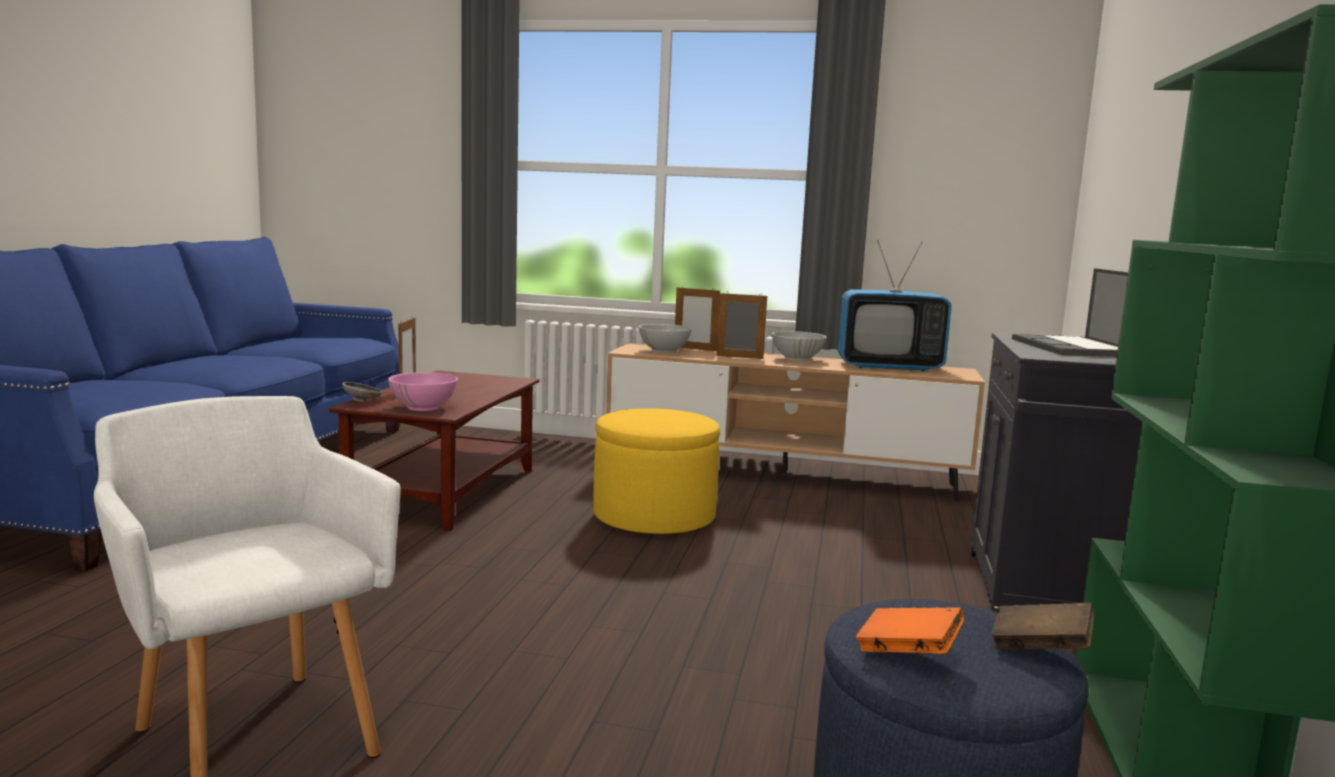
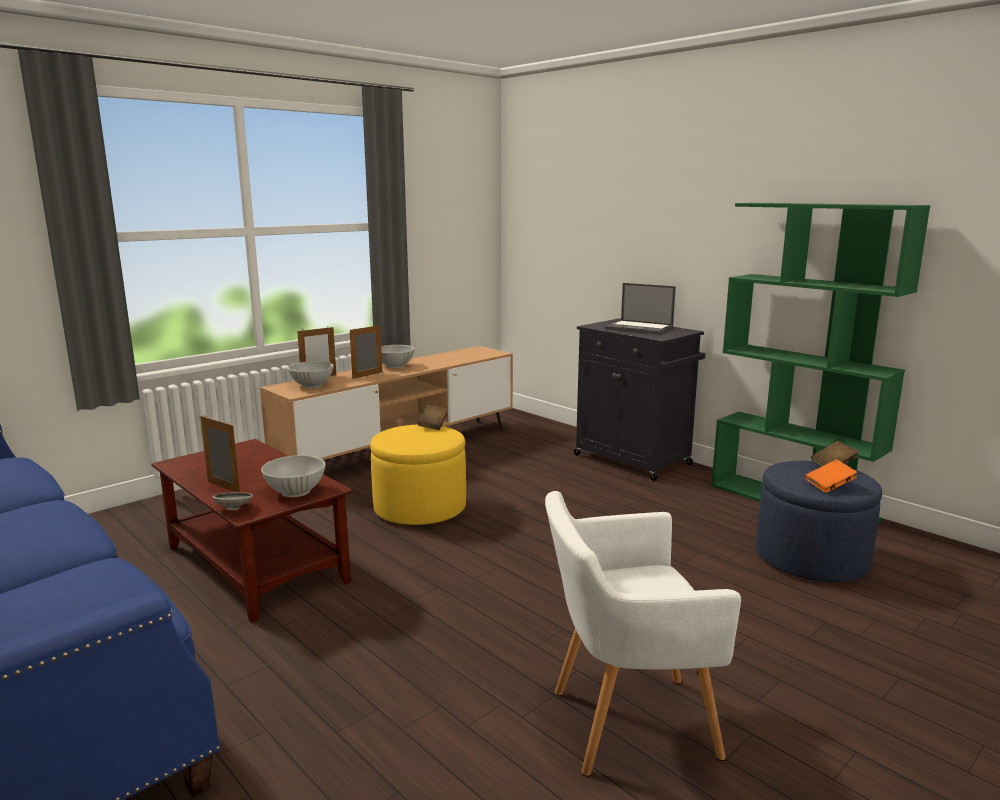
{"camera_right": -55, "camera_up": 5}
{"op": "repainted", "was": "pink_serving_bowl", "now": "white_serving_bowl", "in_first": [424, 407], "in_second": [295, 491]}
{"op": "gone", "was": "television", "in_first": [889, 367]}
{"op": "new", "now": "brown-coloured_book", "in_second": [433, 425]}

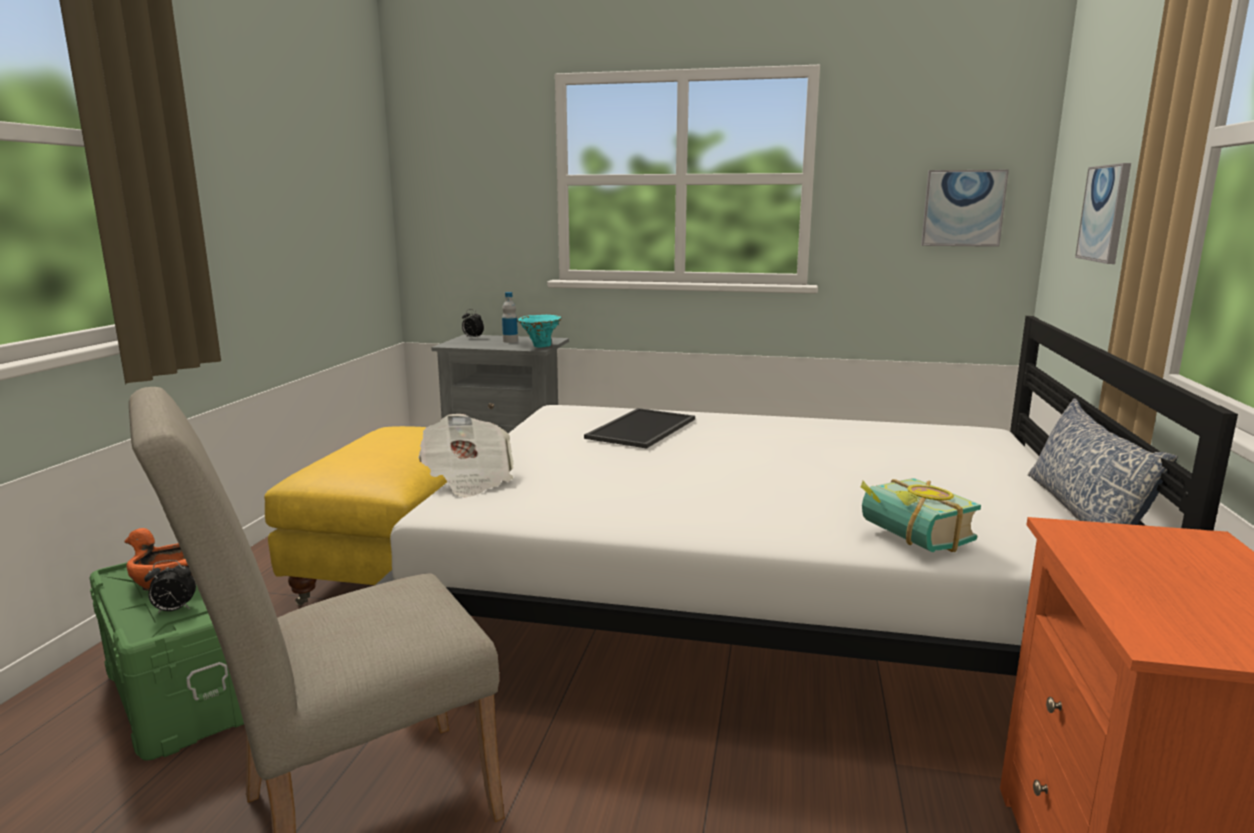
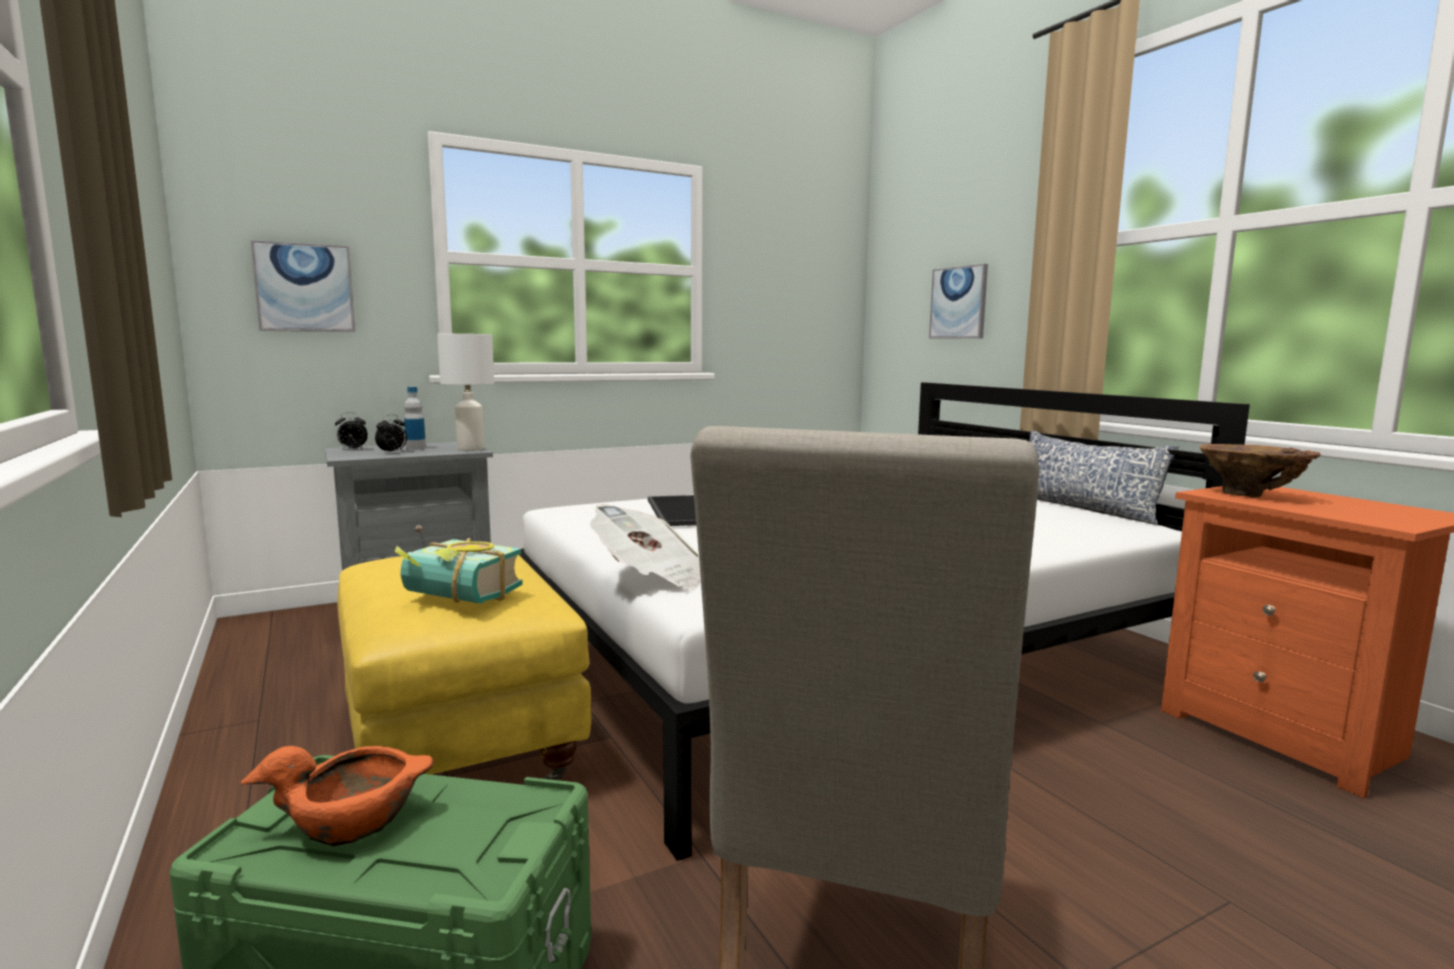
{"camera_right": -40, "camera_up": -5}
{"op": "shifted", "was": "alarm_clock", "in_first": [174, 610], "in_second": [392, 452]}
{"op": "swapped", "was": "turquoise_flower_vase", "now": "white_lamp_for_a_table", "in_first": [539, 346], "in_second": [470, 449]}
{"op": "shifted", "was": "book", "in_first": [908, 538], "in_second": [455, 598]}
{"op": "shifted", "was": "wall_picture", "in_first": [963, 208], "in_second": [304, 288]}
{"op": "new", "now": "brown-coloured_flower_vase", "in_second": [1251, 496]}

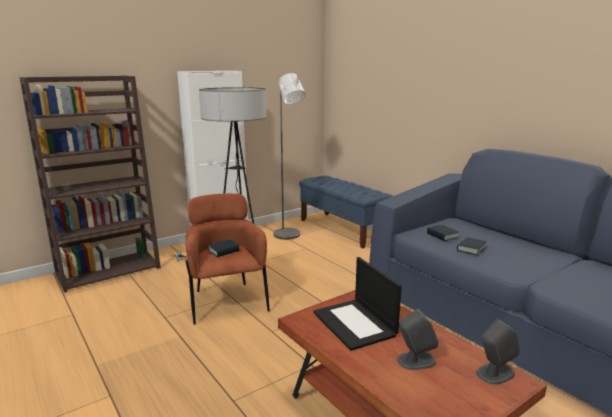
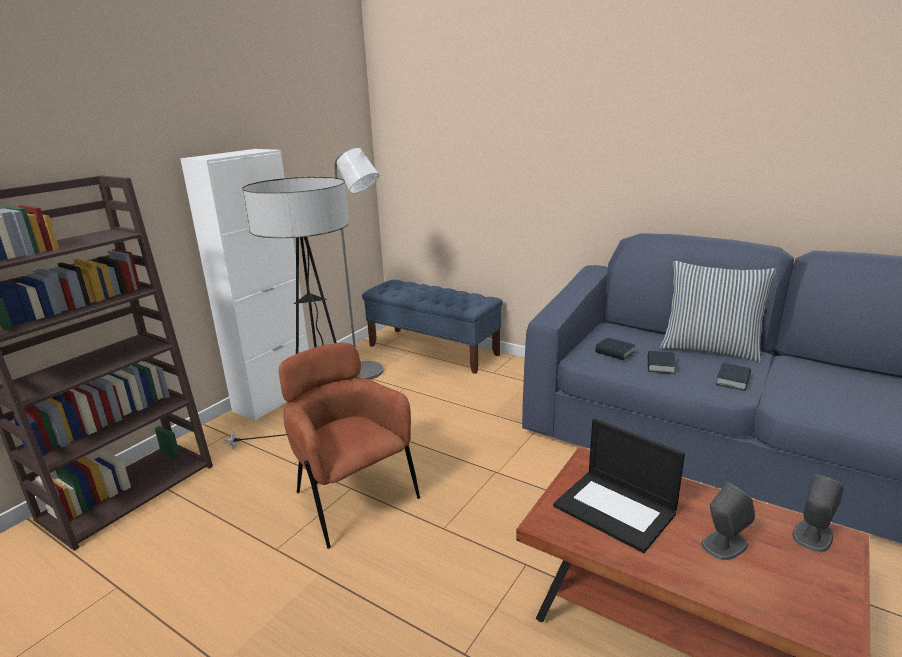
{"camera_right": -20, "camera_up": 5}
{"op": "shifted", "was": "book", "in_first": [223, 251], "in_second": [733, 380]}
{"op": "new", "now": "cushion", "in_second": [710, 349]}

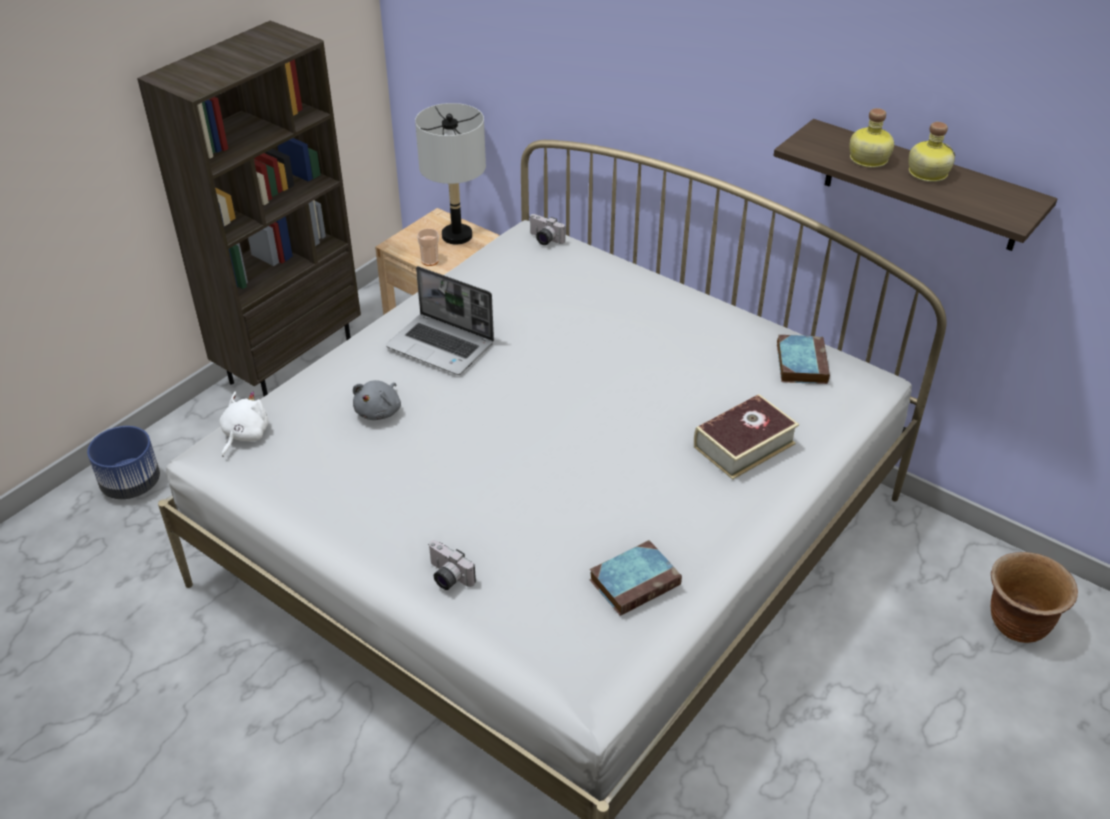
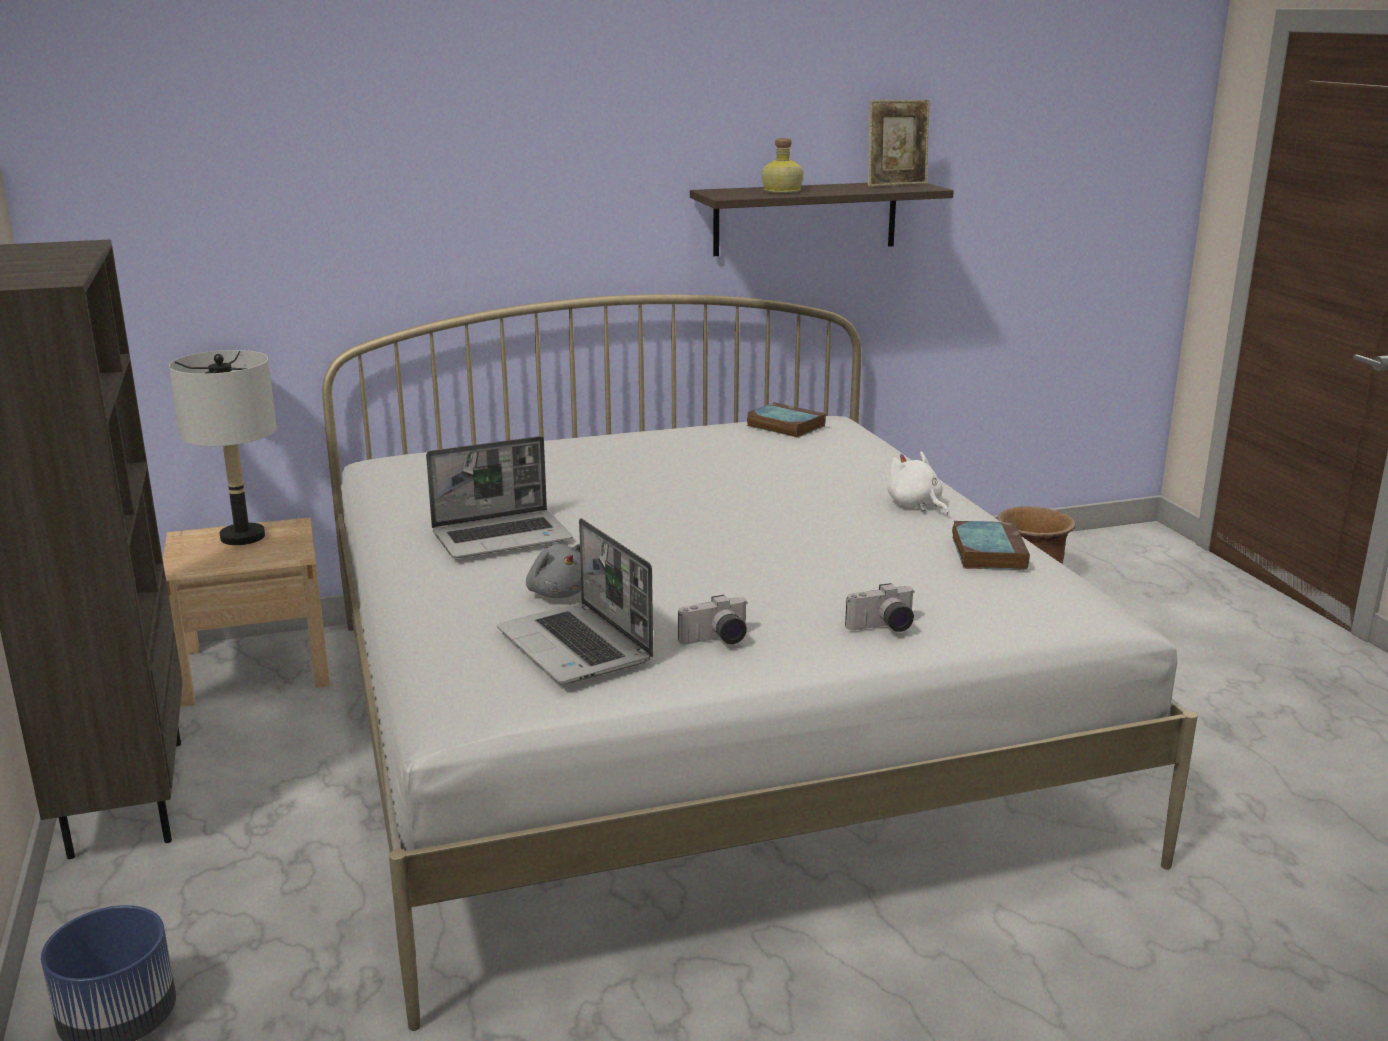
{"camera_right": -55, "camera_up": -20}
{"op": "shifted", "was": "white_cuddly_toy", "in_first": [244, 435], "in_second": [915, 505]}
{"op": "gone", "was": "cup", "in_first": [430, 261]}
{"op": "shifted", "was": "still_camera", "in_first": [544, 240], "in_second": [716, 640]}
{"op": "gone", "was": "book", "in_first": [744, 445]}
{"op": "gone", "was": "drink_bottle", "in_first": [926, 172]}
{"op": "new", "now": "laptop", "in_second": [577, 647]}
{"op": "new", "now": "standing_frame", "in_second": [896, 185]}

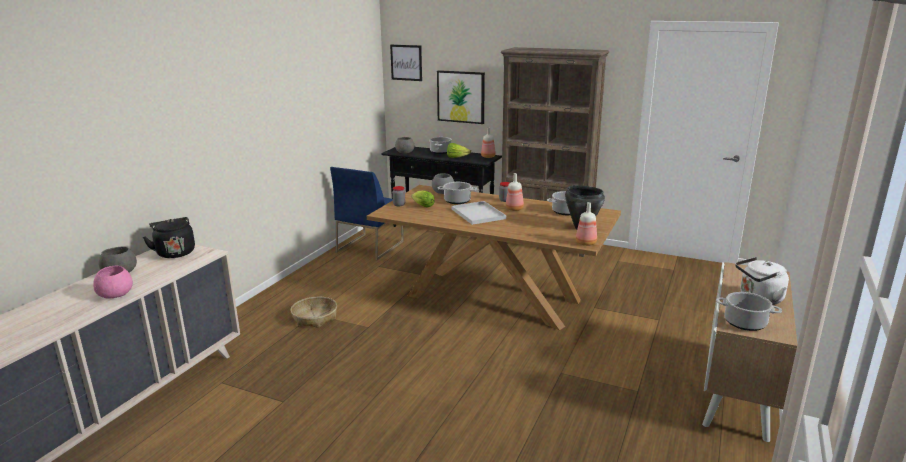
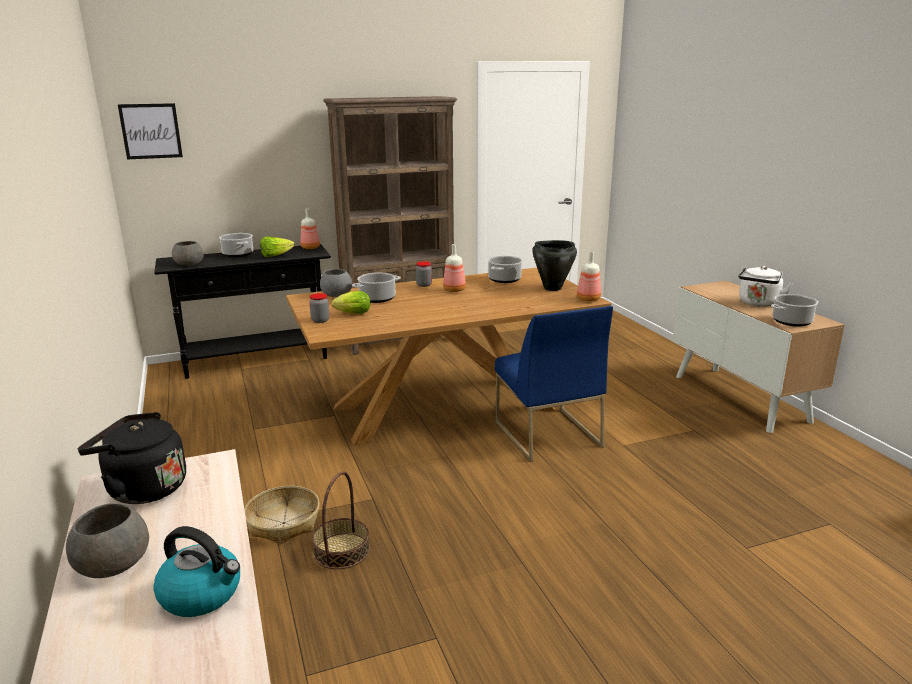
{"camera_right": -45, "camera_up": 0}
{"op": "swapped", "was": "pink_serving_bowl", "now": "kettle", "in_first": [115, 294], "in_second": [202, 594]}
{"op": "shifted", "was": "blue_chair", "in_first": [370, 246], "in_second": [546, 434]}
{"op": "gone", "was": "wall_picture", "in_first": [461, 96]}
{"op": "gone", "was": "white_tray", "in_first": [477, 213]}
{"op": "new", "now": "household_basket", "in_second": [341, 551]}

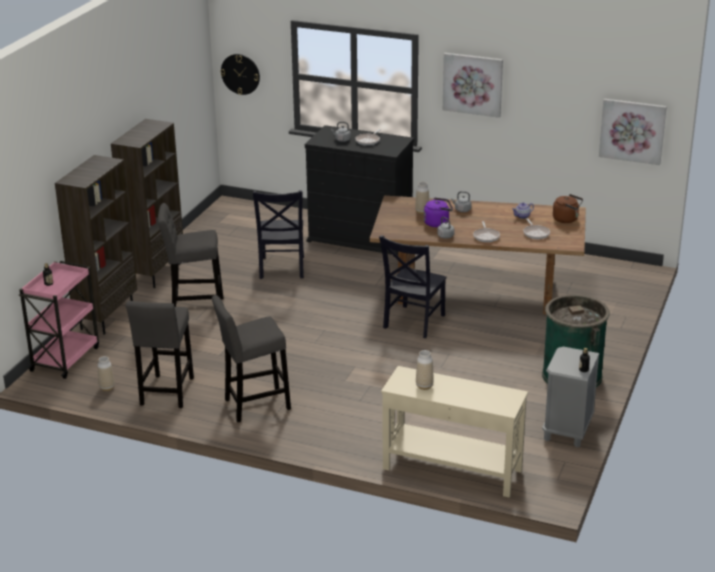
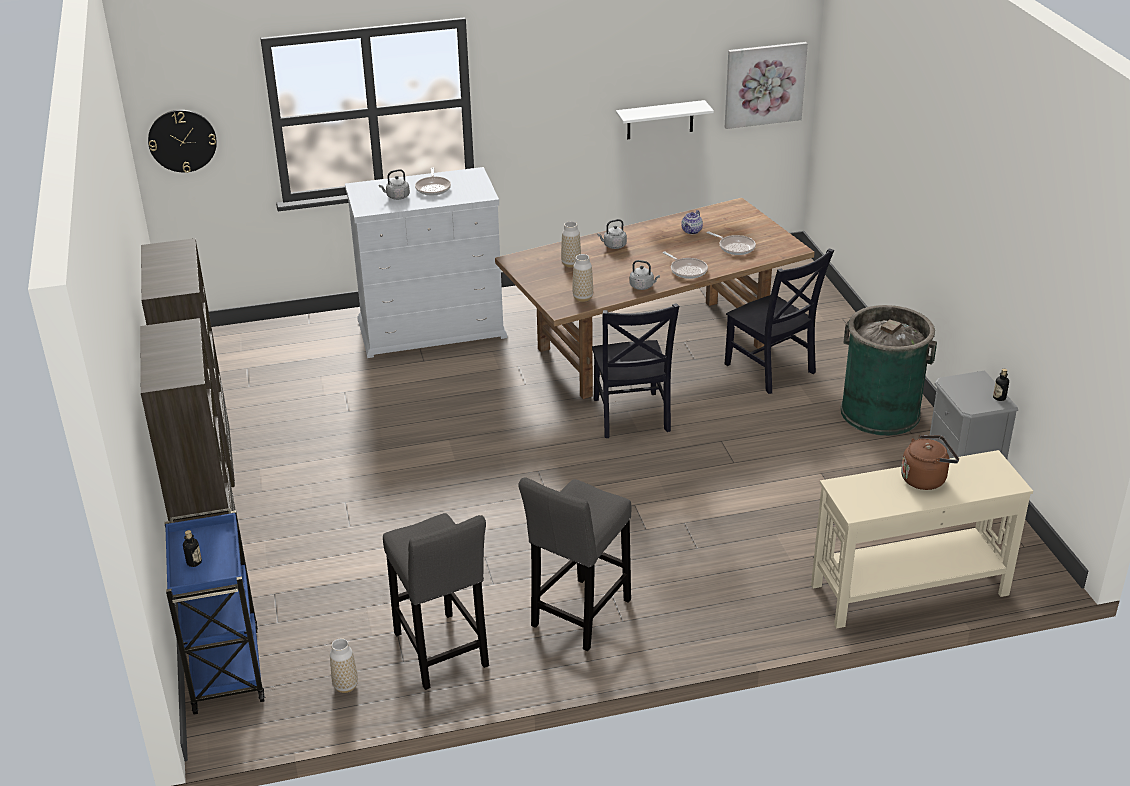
{"camera_right": -35, "camera_up": 5}
{"op": "repainted", "was": "pink_trolley", "now": "blue_trolley", "in_first": [66, 358], "in_second": [226, 668]}
{"op": "gone", "was": "greyish_stool", "in_first": [194, 307]}
{"op": "shifted", "was": "blackish_chair", "in_first": [281, 269], "in_second": [771, 370]}
{"op": "repainted", "was": "blackish_dresser", "now": "white_dresser", "in_first": [361, 238], "in_second": [432, 328]}
{"op": "shifted", "was": "flower_vase", "in_first": [424, 386], "in_second": [582, 298]}
{"op": "gone", "was": "purple_kettle", "in_first": [438, 223]}
{"op": "gone", "was": "wall_picture", "in_first": [473, 84]}
{"op": "shifted", "was": "brown-coloured_kettle", "in_first": [567, 219], "in_second": [925, 479]}
{"op": "new", "now": "white_shelf", "in_second": [660, 120]}

